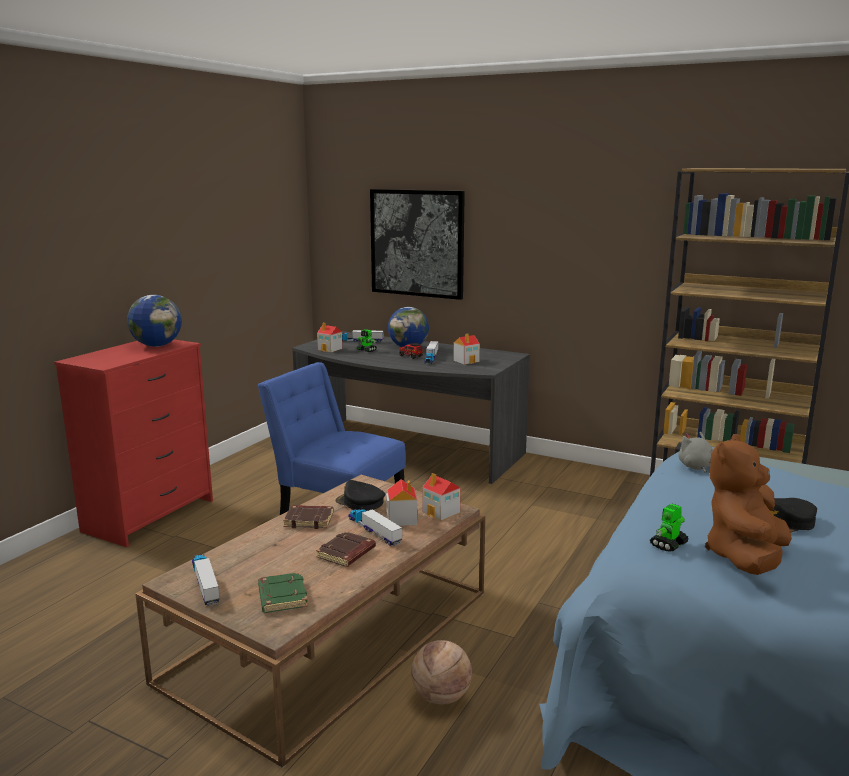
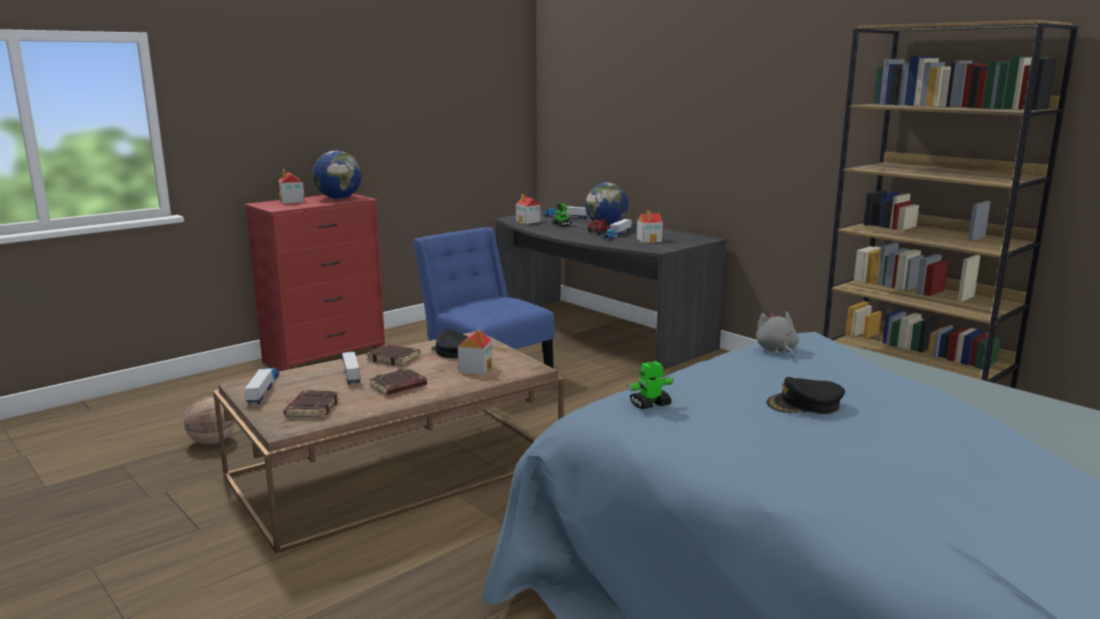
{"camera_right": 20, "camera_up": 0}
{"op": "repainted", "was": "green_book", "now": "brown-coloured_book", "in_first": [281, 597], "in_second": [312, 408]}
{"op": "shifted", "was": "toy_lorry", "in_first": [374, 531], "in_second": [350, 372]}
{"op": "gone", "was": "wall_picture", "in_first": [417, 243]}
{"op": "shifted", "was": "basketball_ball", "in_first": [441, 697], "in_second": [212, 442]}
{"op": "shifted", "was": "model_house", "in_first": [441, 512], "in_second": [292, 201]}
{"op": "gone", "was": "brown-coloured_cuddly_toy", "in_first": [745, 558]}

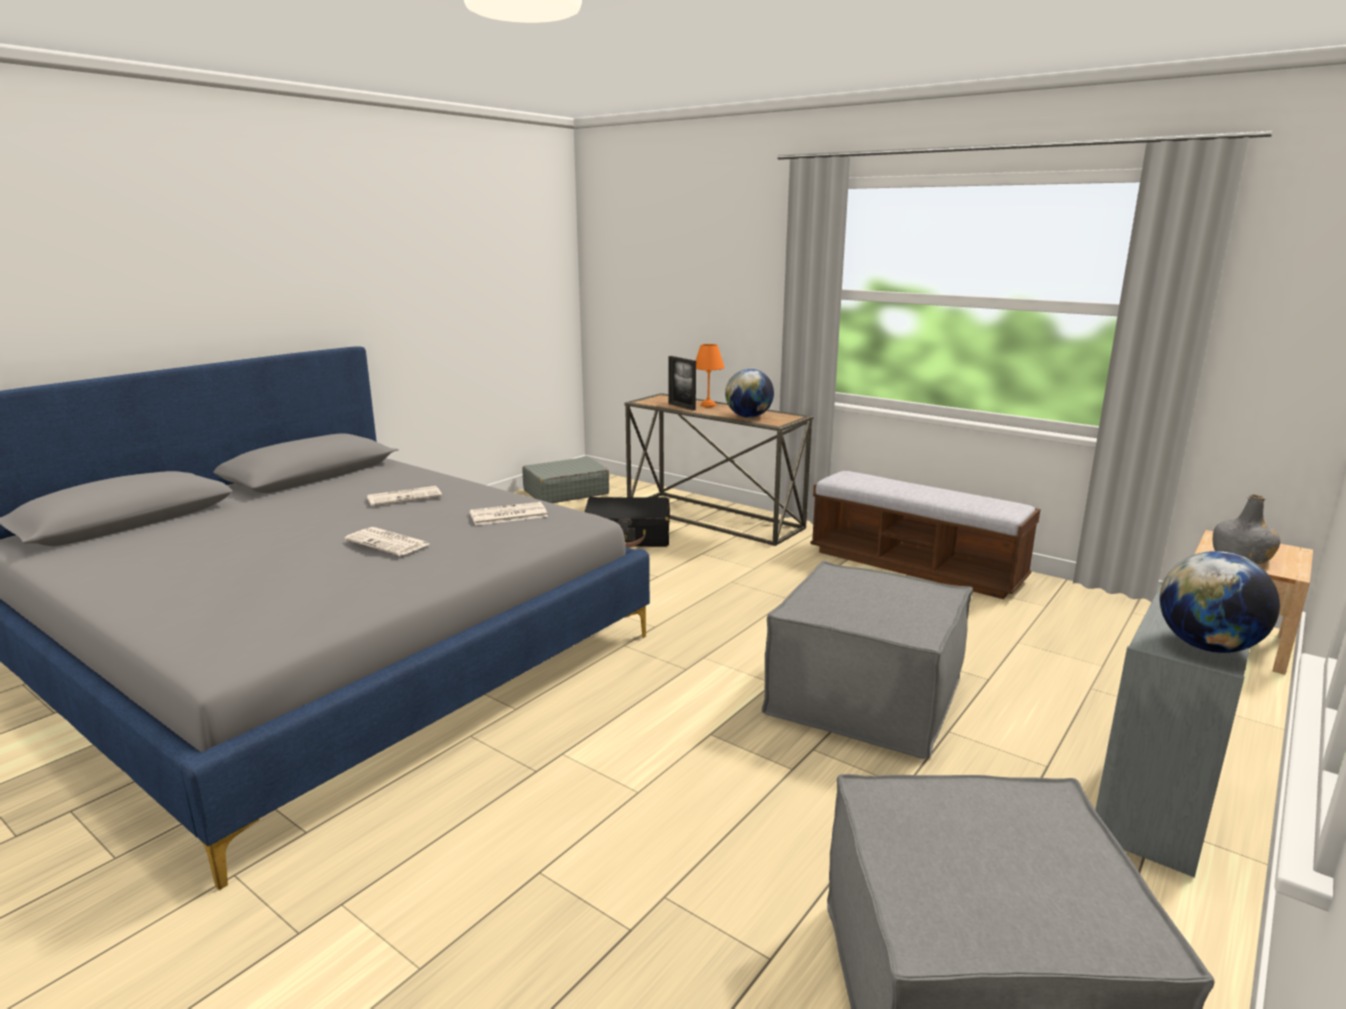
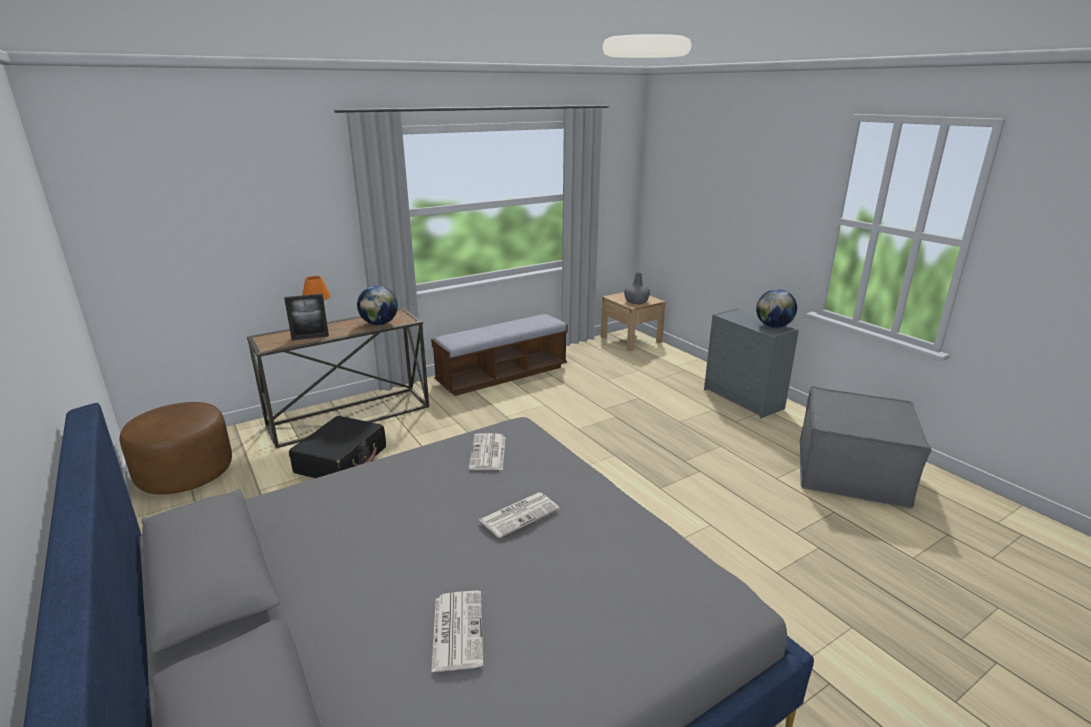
{"camera_right": -70, "camera_up": 5}
{"op": "shifted", "was": "daily_paper", "in_first": [405, 497], "in_second": [457, 629]}
{"op": "swapped", "was": "greyish_travel_case", "now": "brown-coloured_ottoman", "in_first": [565, 492], "in_second": [186, 473]}
{"op": "gone", "was": "greyish_ottoman", "in_first": [864, 697]}

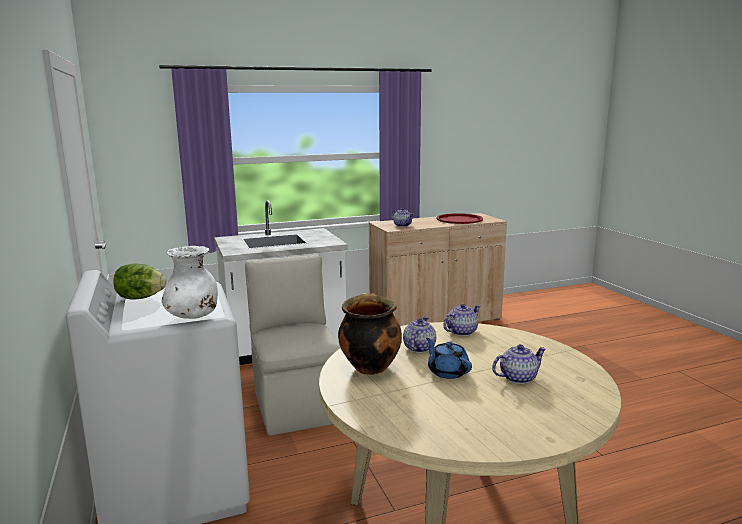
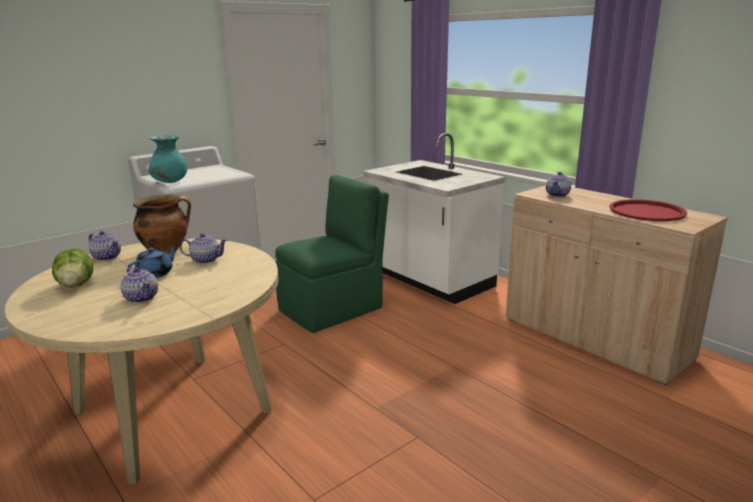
{"camera_right": 70, "camera_up": 5}
{"op": "shifted", "was": "lettuce", "in_first": [140, 298], "in_second": [76, 285]}
{"op": "repainted", "was": "white_flower_vase", "now": "turquoise_flower_vase", "in_first": [193, 317], "in_second": [170, 182]}
{"op": "repainted", "was": "beige-coloured_chair", "now": "green_chair", "in_first": [297, 403], "in_second": [333, 308]}
{"op": "shifted", "was": "tea_pot", "in_first": [461, 332], "in_second": [107, 257]}

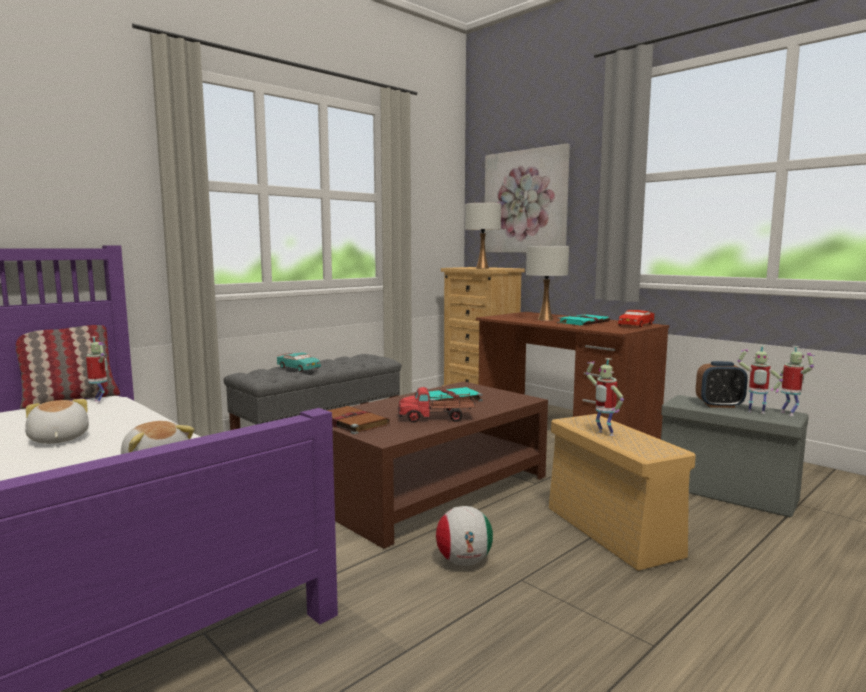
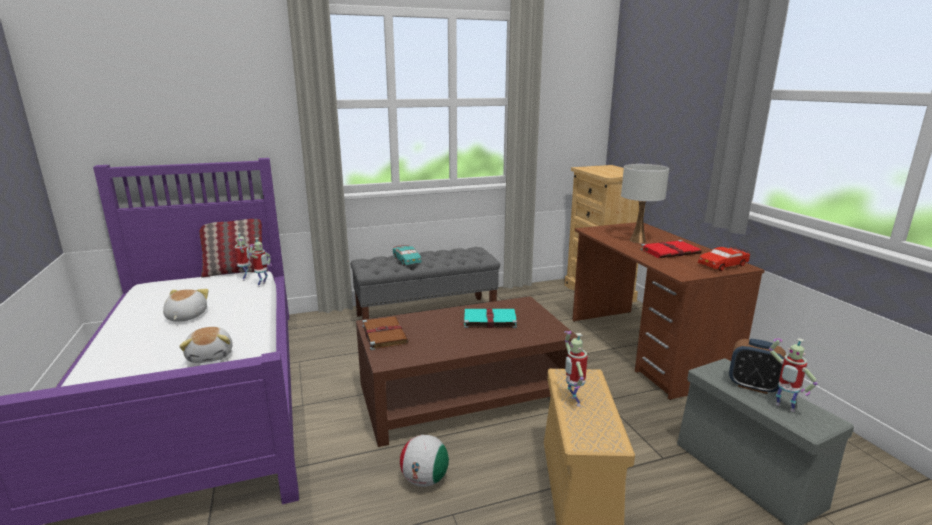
{"camera_right": 25, "camera_up": 10}
{"op": "gone", "was": "toy_lorry", "in_first": [437, 418]}
{"op": "gone", "was": "white_lamp_for_a_table", "in_first": [482, 268]}
{"op": "gone", "was": "wall_picture", "in_first": [525, 202]}
{"op": "repainted", "was": "turquoise_book", "now": "red-coloured_book", "in_first": [583, 322], "in_second": [670, 252]}
{"op": "shifted", "was": "model_robot", "in_first": [789, 413], "in_second": [263, 285]}

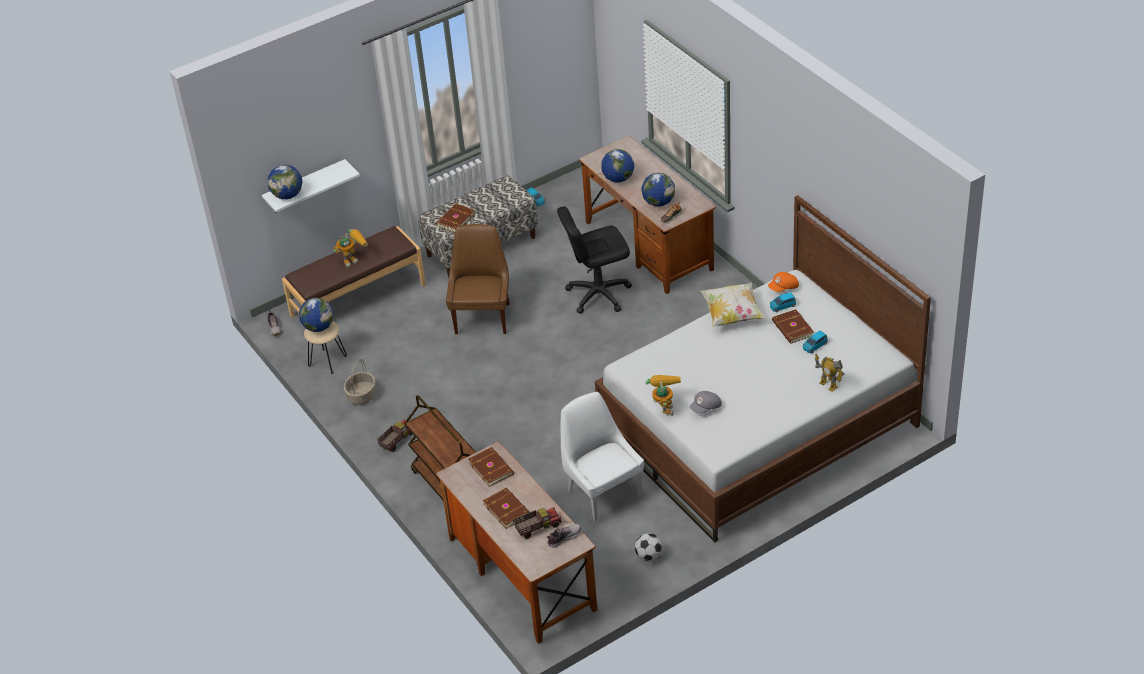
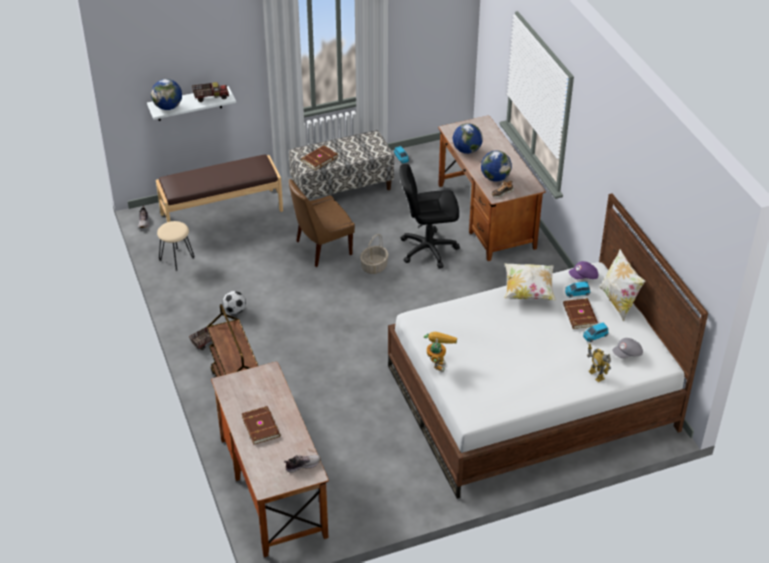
{"camera_right": 10, "camera_up": 0}
{"op": "gone", "was": "world_globe", "in_first": [319, 327]}
{"op": "gone", "was": "model_robot", "in_first": [353, 258]}
{"op": "shifted", "was": "household_basket", "in_first": [361, 396], "in_second": [374, 266]}
{"op": "rotated", "was": "brown-coloured_chair", "in_first": [483, 317], "in_second": [321, 248], "clockwise": -135}
{"op": "gone", "was": "brown-coloured_book", "in_first": [491, 467]}
{"op": "shifted", "was": "toy_lorry", "in_first": [537, 527], "in_second": [210, 97]}
{"op": "gone", "was": "white_chair", "in_first": [602, 492]}
{"op": "shifted", "was": "ball_for_football", "in_first": [649, 556], "in_second": [235, 310]}
{"op": "shifted", "was": "greyish_baseball_cap", "in_first": [706, 408], "in_second": [627, 354]}
{"op": "repainted", "was": "orangey_baseball_cap", "now": "purple_baseball_cap", "in_first": [784, 288], "in_second": [583, 277]}
{"op": "new", "now": "cushion", "in_second": [618, 302]}

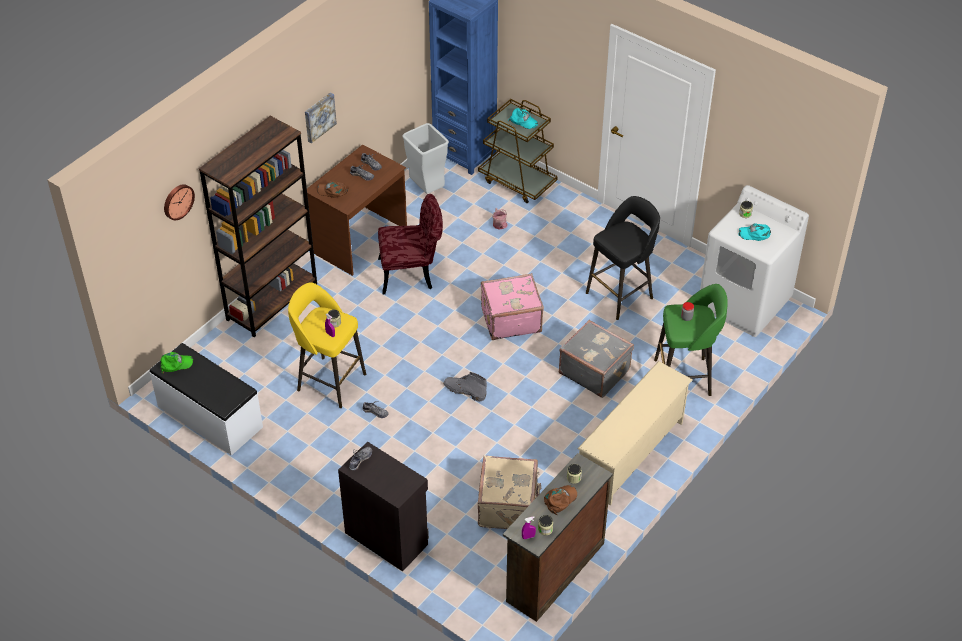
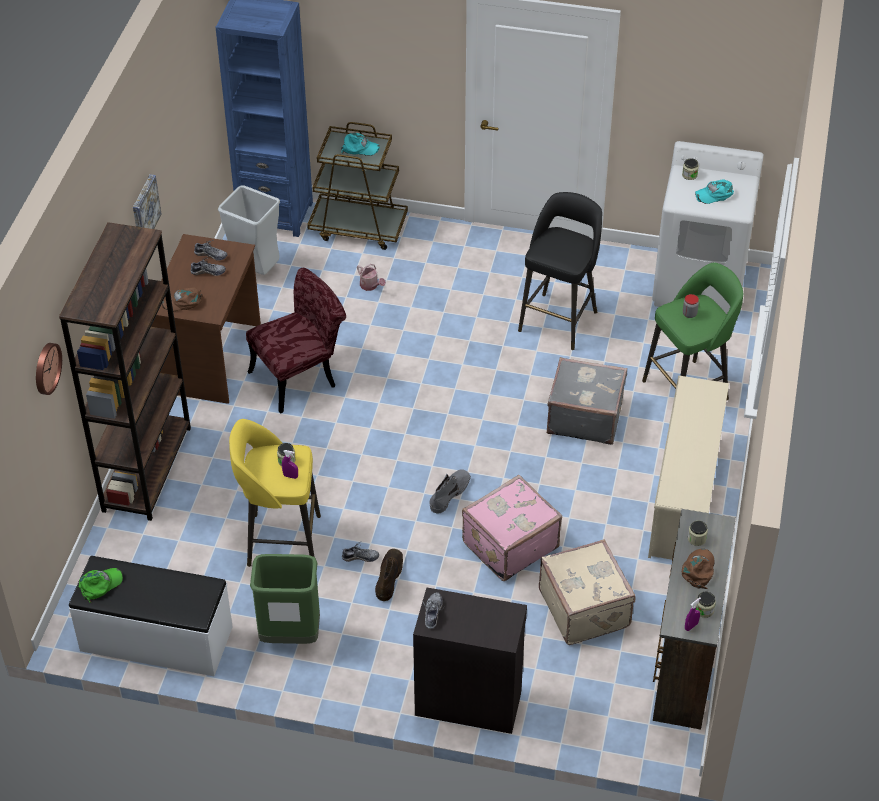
{"camera_right": -25, "camera_up": 0}
{"op": "rotated", "was": "greyish_high-top_boot", "in_first": [464, 391], "in_second": [450, 493], "clockwise": 120}
{"op": "shifted", "was": "pink_travel_case", "in_first": [510, 319], "in_second": [509, 544]}
{"op": "new", "now": "green_waste_bin", "in_second": [290, 635]}
{"op": "new", "now": "brown-coloured_high-top_boot", "in_second": [389, 576]}

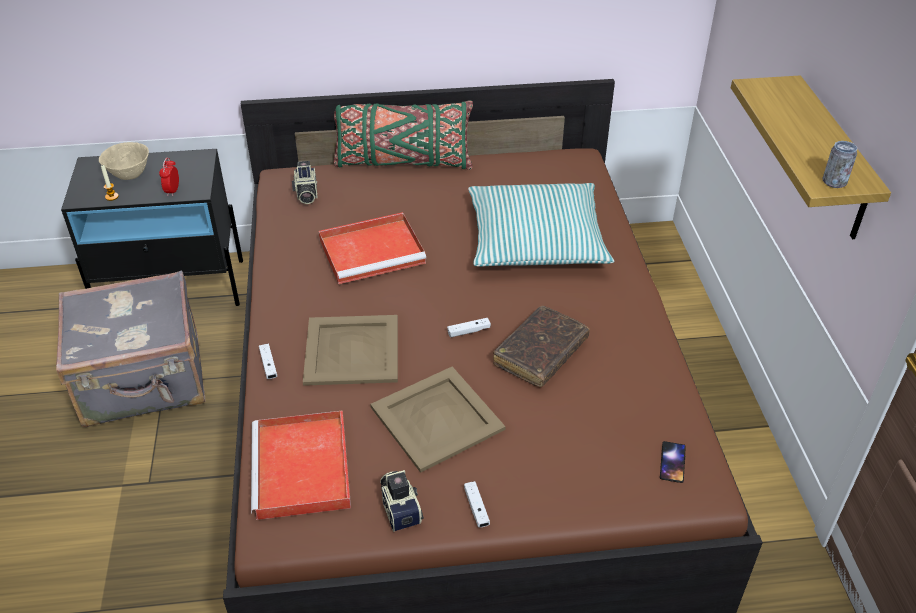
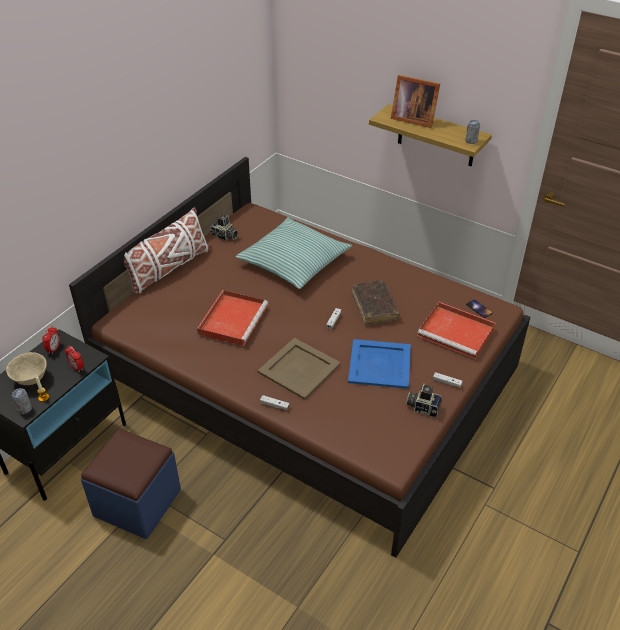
{"camera_right": -50, "camera_up": 0}
{"op": "swapped", "was": "greyish_travel_case", "now": "blue_ottoman", "in_first": [144, 381], "in_second": [137, 502]}
{"op": "shifted", "was": "red-coloured_tray", "in_first": [303, 470], "in_second": [457, 332]}
{"op": "shifted", "was": "still_camera", "in_first": [306, 194], "in_second": [224, 236]}
{"op": "repainted", "was": "green_cushion", "now": "white_cushion", "in_first": [402, 162], "in_second": [168, 269]}
{"op": "repainted", "was": "beige-coloured_tray", "now": "blue_tray", "in_first": [436, 419], "in_second": [380, 364]}
{"op": "new", "now": "sealed_can", "in_second": [24, 409]}
{"op": "new", "now": "alarm_clock", "in_second": [54, 349]}
{"op": "new", "now": "standing_frame", "in_second": [412, 118]}

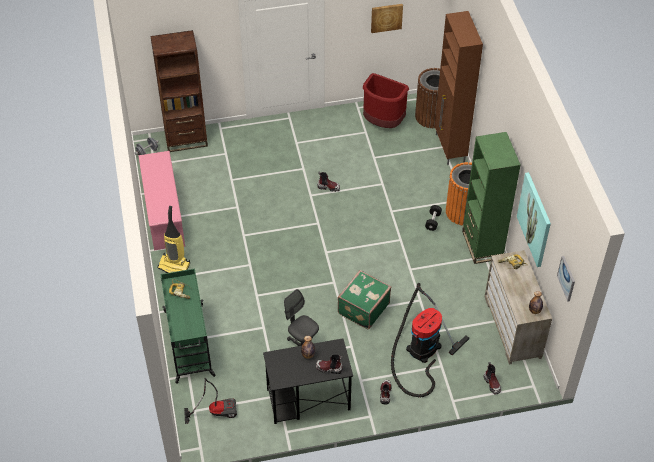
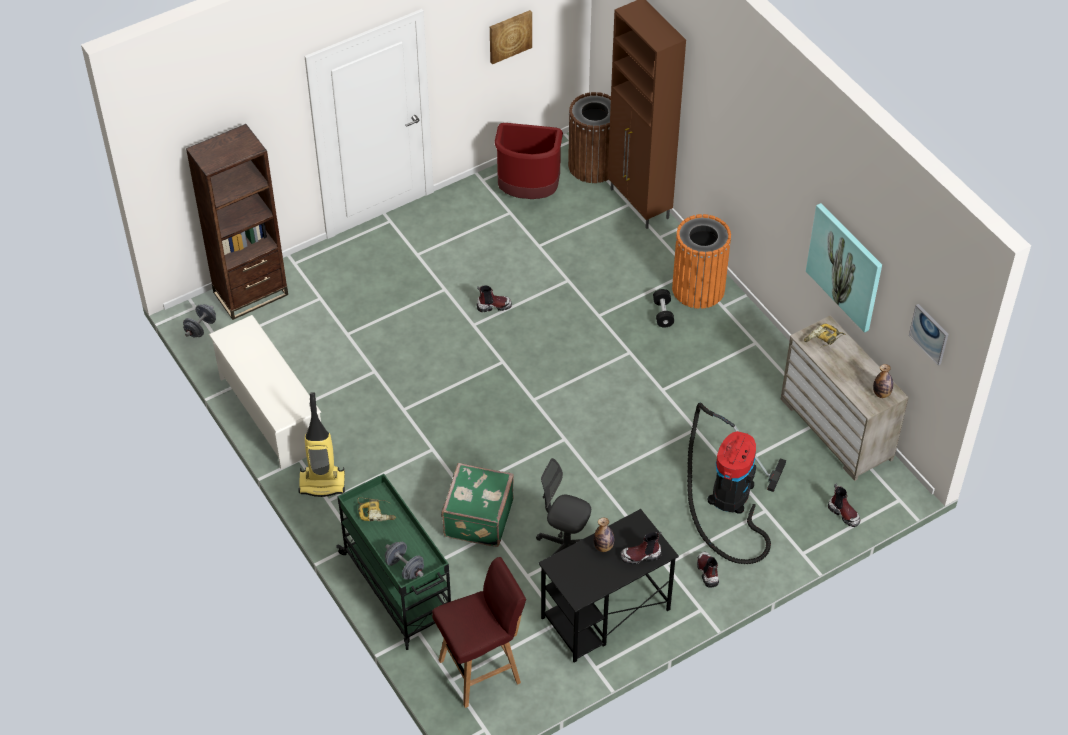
{"camera_right": -20, "camera_up": 0}
{"op": "repainted", "was": "pink_shoe_shelf", "now": "white_shoe_shelf", "in_first": [164, 214], "in_second": [270, 413]}
{"op": "swapped", "was": "vacuum_cleaner", "now": "red-coloured_stool", "in_first": [215, 411], "in_second": [481, 670]}
{"op": "shifted", "was": "green_travel_case", "in_first": [362, 308], "in_second": [477, 518]}
{"op": "gone", "was": "green_shelving_unit", "in_first": [482, 245]}
{"op": "new", "now": "greyish_dumbbell", "in_second": [405, 568]}

